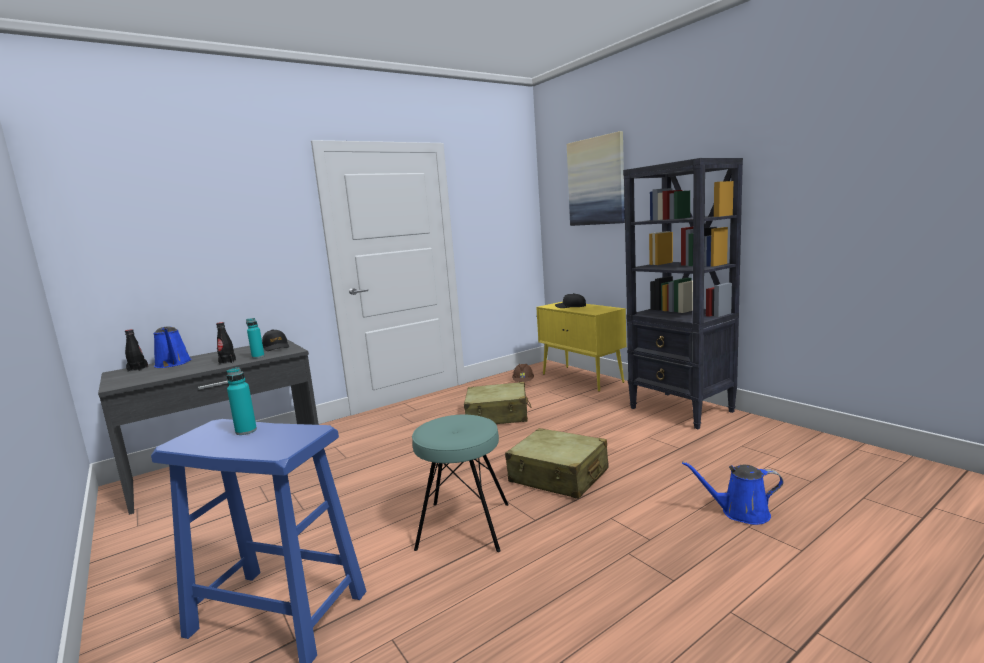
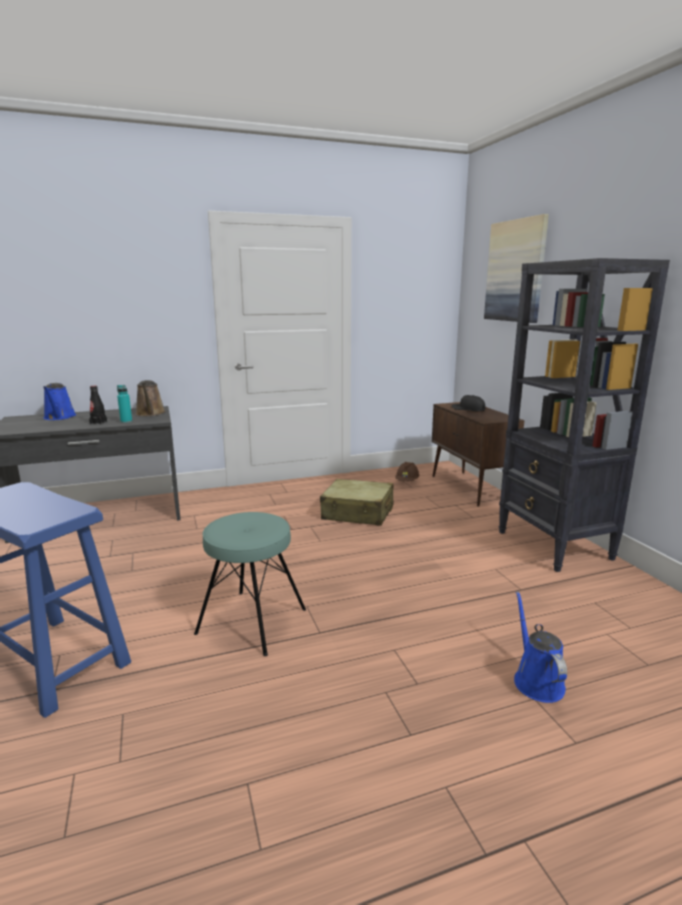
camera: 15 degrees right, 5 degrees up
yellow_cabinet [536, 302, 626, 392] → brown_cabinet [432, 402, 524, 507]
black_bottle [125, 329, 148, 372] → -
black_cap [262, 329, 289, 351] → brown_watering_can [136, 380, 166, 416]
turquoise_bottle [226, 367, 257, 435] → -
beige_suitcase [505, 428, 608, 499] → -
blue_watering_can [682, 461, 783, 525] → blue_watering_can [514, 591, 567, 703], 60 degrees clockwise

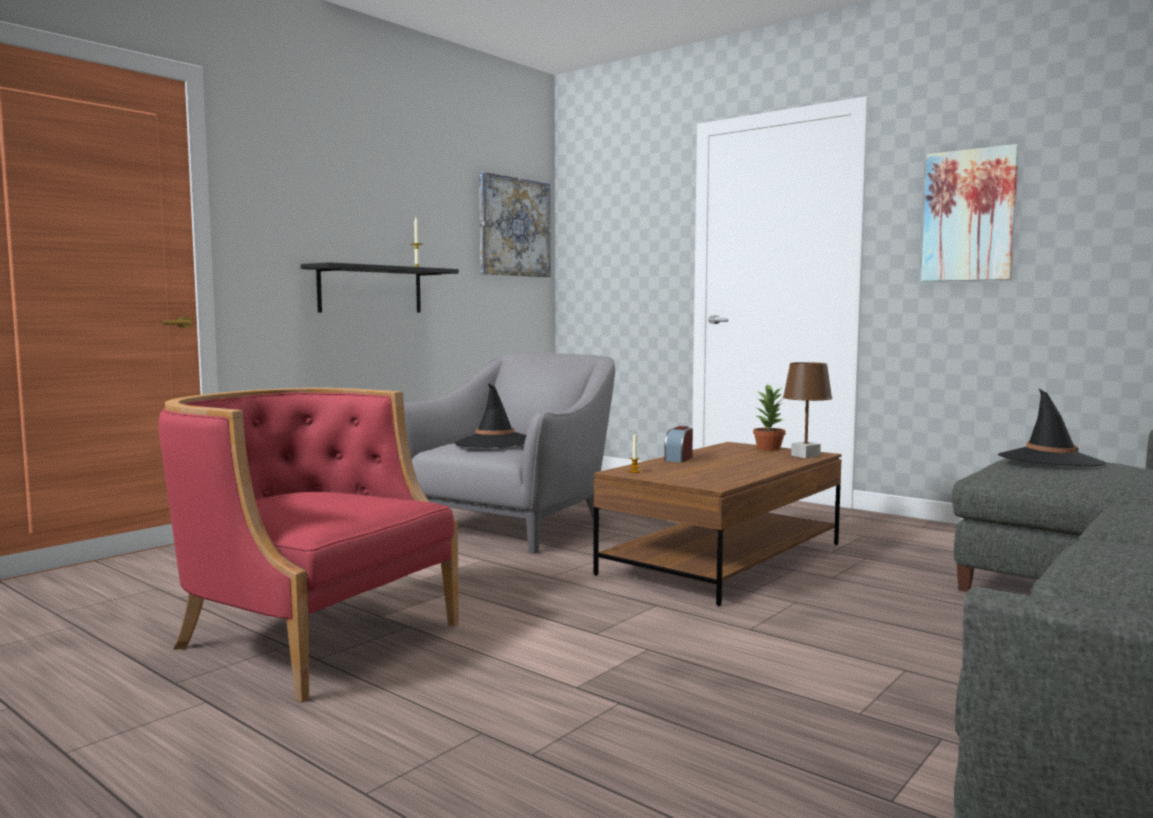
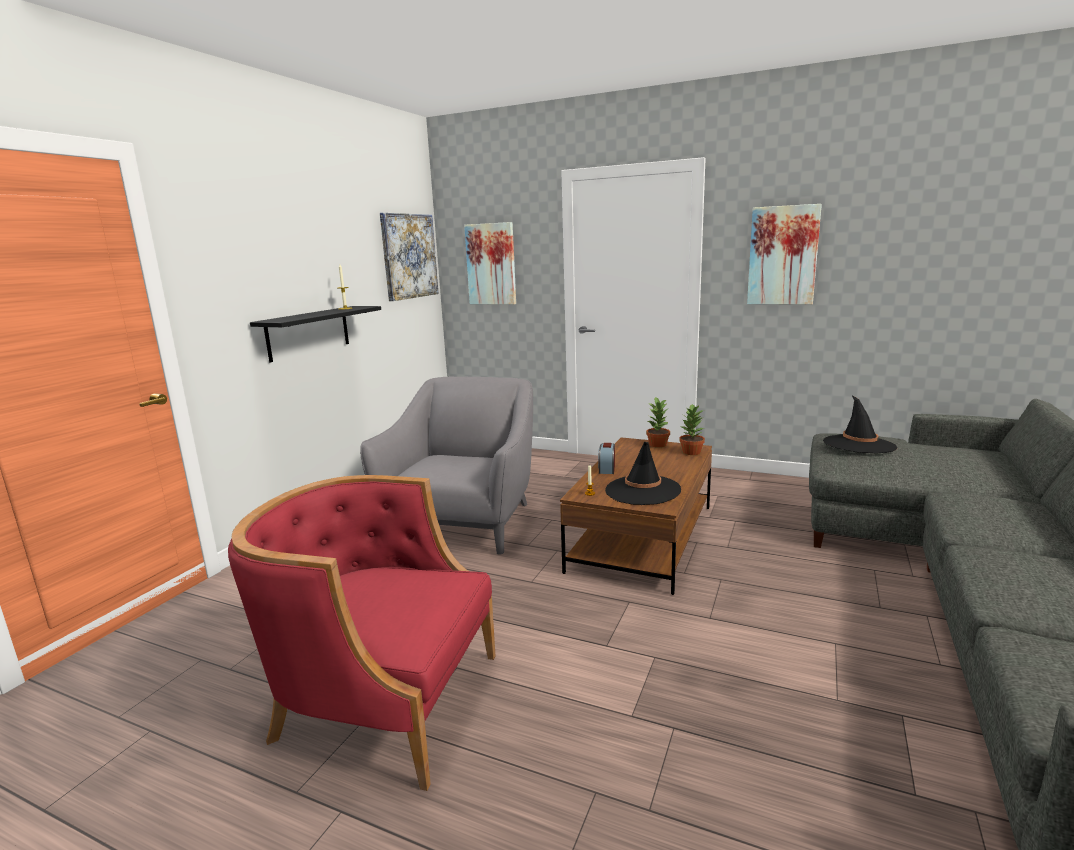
camera: 15 degrees left, 10 degrees up
brown_table_lamp [783, 362, 832, 458] → potted_plant [679, 404, 705, 455]
black_hat [455, 383, 526, 448] → black_hat [605, 442, 681, 505], relocated
- → picture [464, 222, 516, 304]

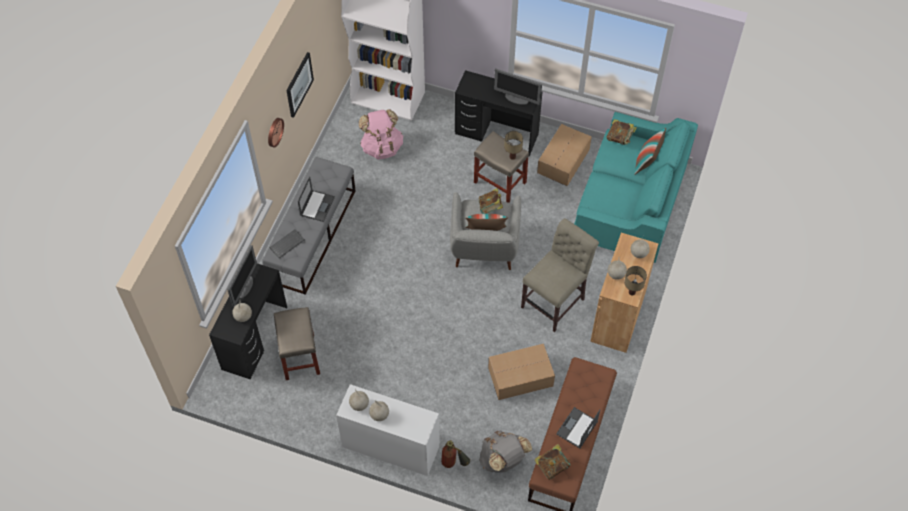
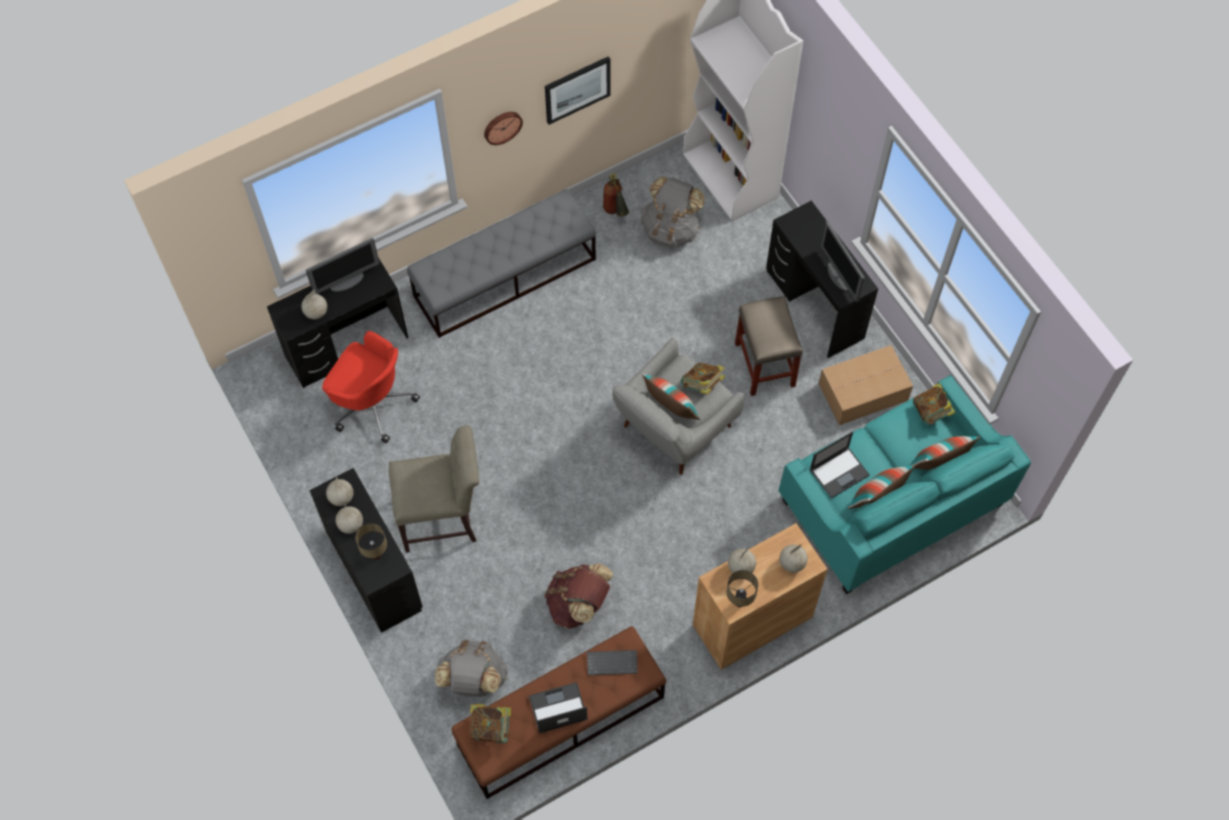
camera: 40 degrees right, 5 degrees up
pink_backpack [359, 110, 403, 159] → grey_backpack [641, 176, 705, 249]
table_lamp [504, 131, 523, 160] → table_lamp [355, 523, 387, 560], relocated
laptop [298, 176, 335, 222] → laptop [810, 431, 870, 499], relocated
beige_chair [521, 218, 599, 332] → beige_chair [389, 425, 479, 553], relocated
keyboard [270, 230, 305, 258] → keyboard [587, 650, 638, 675], relocated
beige_stool [274, 307, 320, 380] → red_office_chair [322, 331, 420, 443]
cardboard_box [488, 343, 555, 400] → brown_backpack [544, 563, 613, 629]
white_desk [336, 384, 440, 476] → black_desk [309, 468, 423, 633]
fire_extinguisher [441, 440, 470, 468] → fire_extinguisher [603, 173, 629, 217], relocated
- → pillow [848, 465, 915, 509]

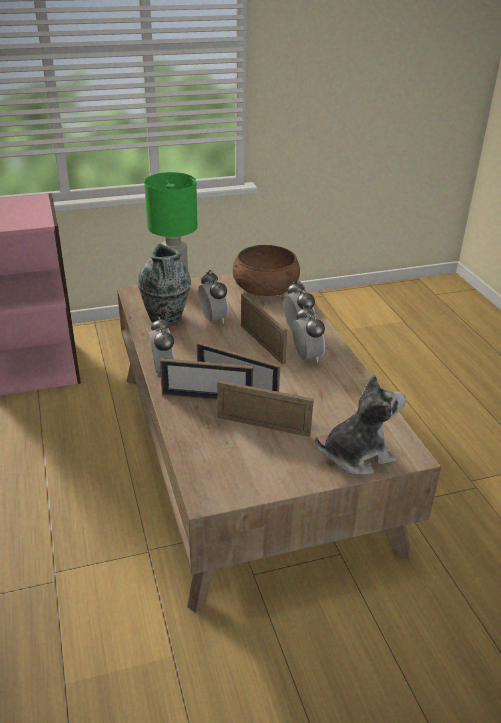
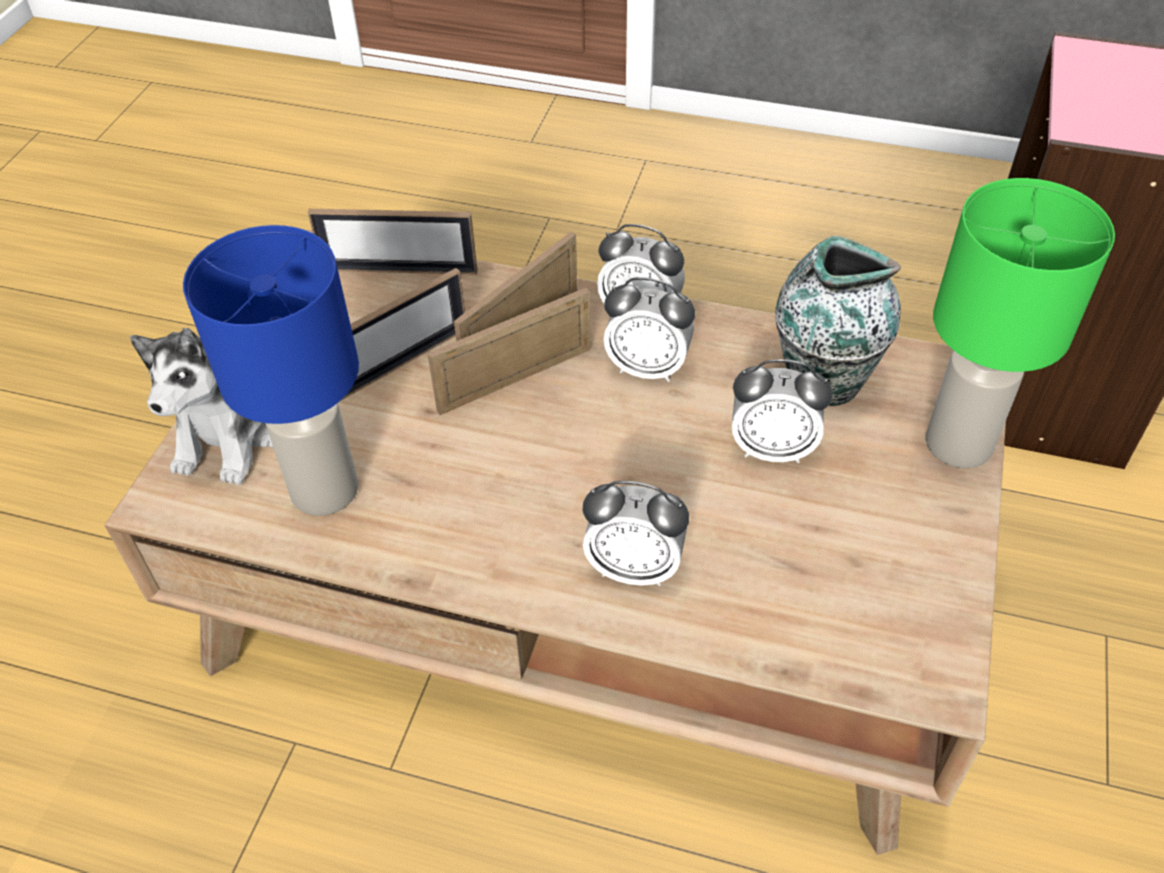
camera: 125 degrees right, 15 degrees up
brown_bowl [233, 245, 300, 296] → -
picture_frame [241, 293, 287, 365] → picture_frame [308, 209, 478, 275], relocated
alarm_clock [292, 305, 325, 363] → alarm_clock [603, 277, 695, 382], relocated
- → blue_table_lamp [183, 225, 359, 516]

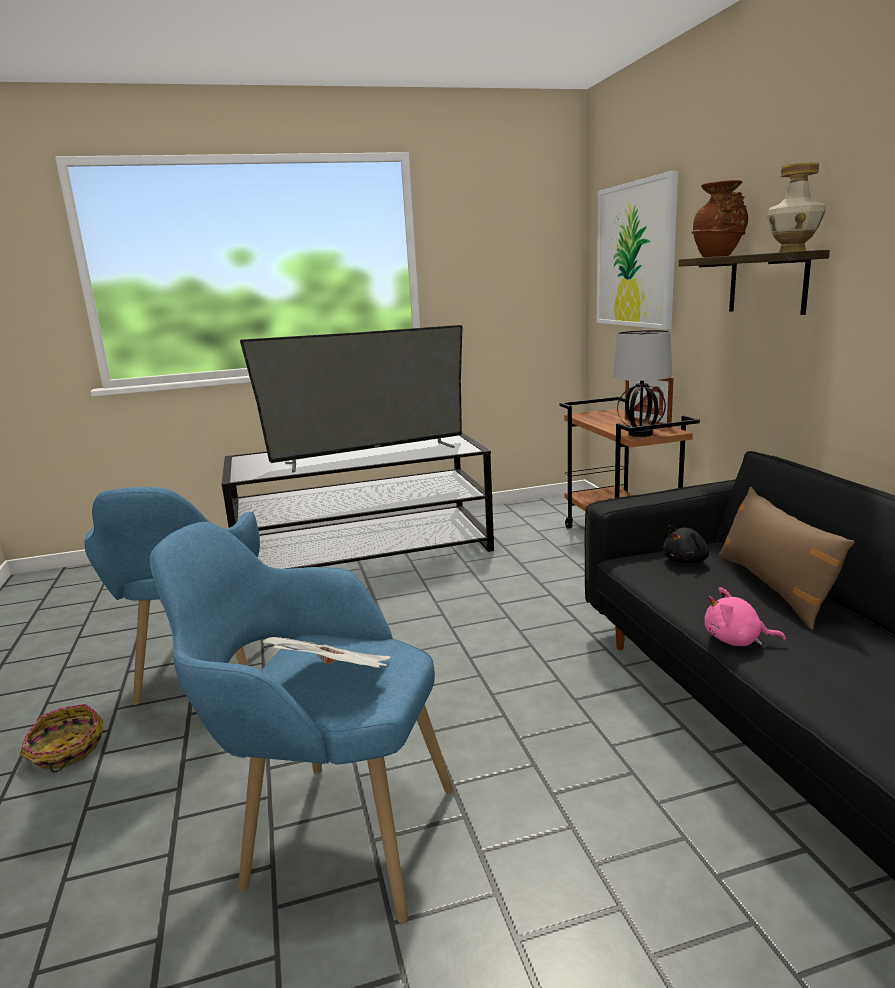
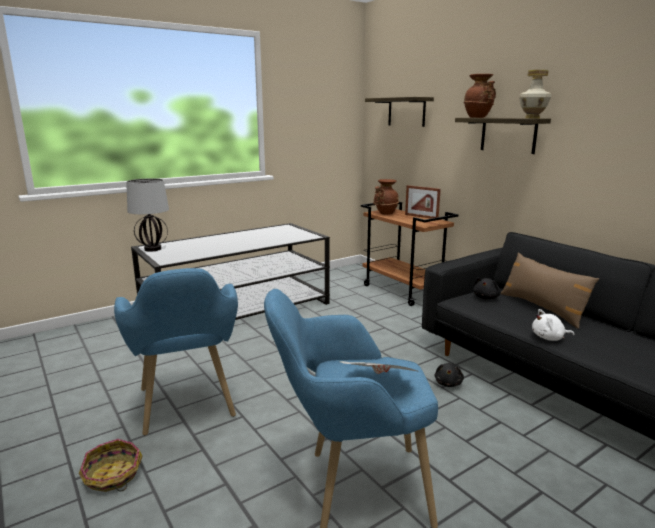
camera: 20 degrees left, 0 degrees up
picture [597, 171, 678, 329] → shelf [365, 97, 434, 127]
television [240, 325, 463, 473] → -
table_lamp [613, 330, 672, 437] → table_lamp [126, 178, 169, 252], relocated
pink_plush_toy [704, 587, 786, 646] → white_plush_toy [532, 309, 574, 341]
- → brown_vase [373, 179, 399, 215]
- → black_plush_toy [435, 363, 464, 387]

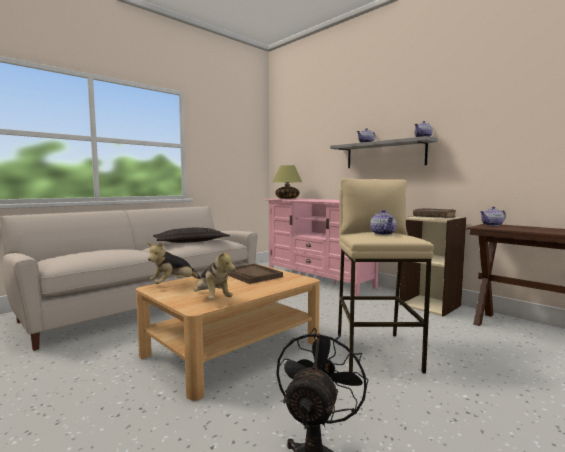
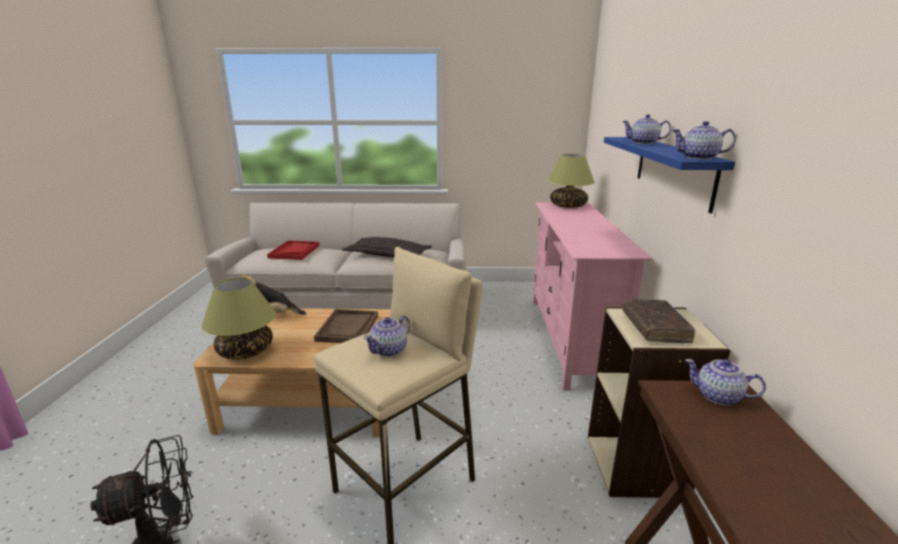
camera: 45 degrees right, 15 degrees up
grey_shelf [330, 136, 438, 168] → blue_shelf [604, 137, 735, 214]
plush_toy [193, 249, 236, 299] → table_lamp [202, 278, 276, 360]
- → red_tray [267, 240, 320, 260]

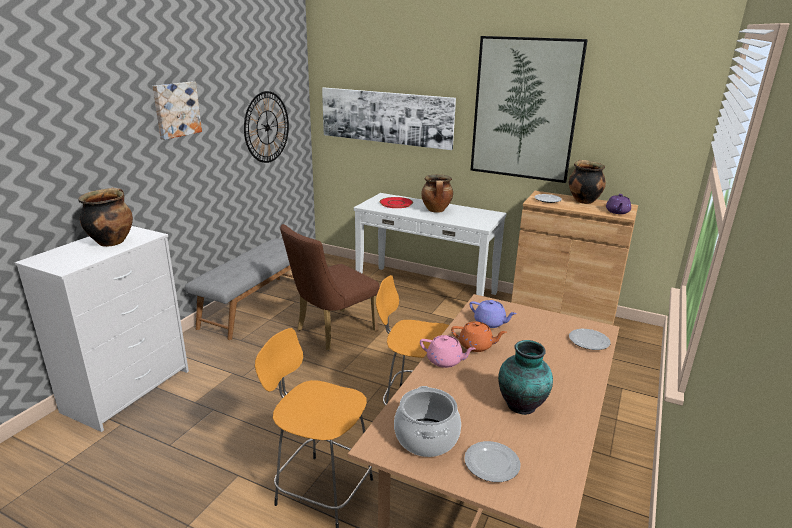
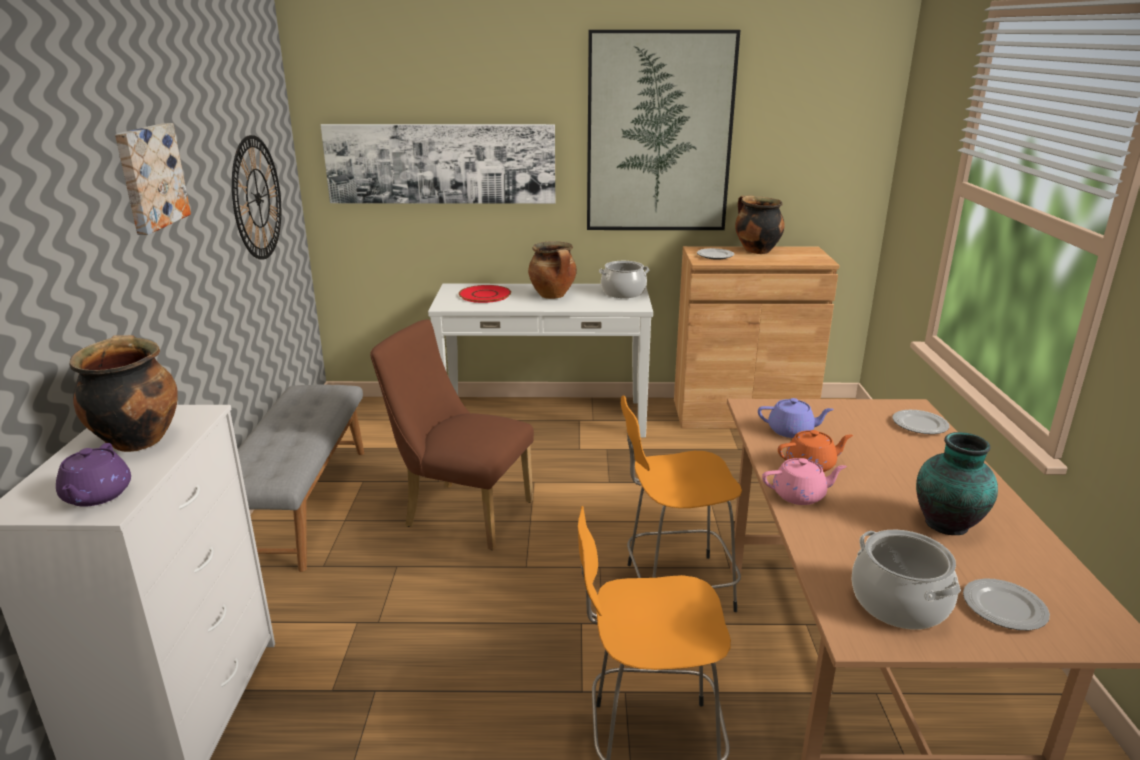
camera: 25 degrees left, 0 degrees up
purple_teapot [606, 194, 631, 214] → purple_teapot [56, 443, 131, 507], relocated
brown_chair [280, 224, 380, 351] → brown_chair [370, 319, 534, 550], 90 degrees clockwise
- → cooking_pot [599, 261, 649, 298]

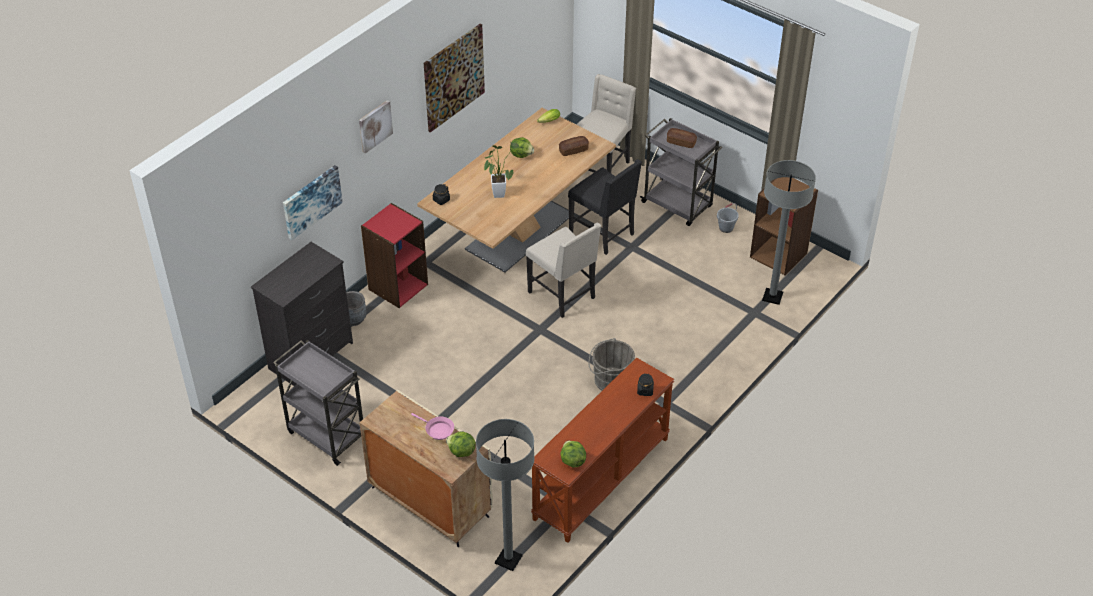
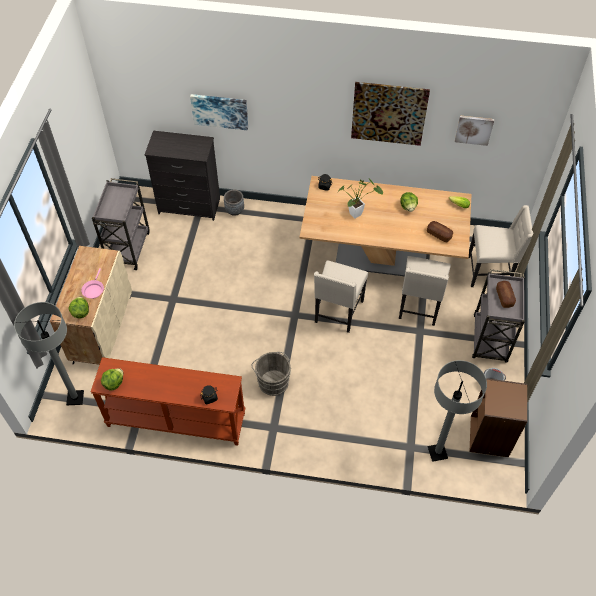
camera: 60 degrees right, 10 degrees up
picture [359, 100, 393, 153] → picture [455, 116, 494, 146], relocated
black_chair [568, 159, 642, 255] → beige_chair [399, 256, 451, 326]
red_bookcase [361, 203, 428, 308] → -

